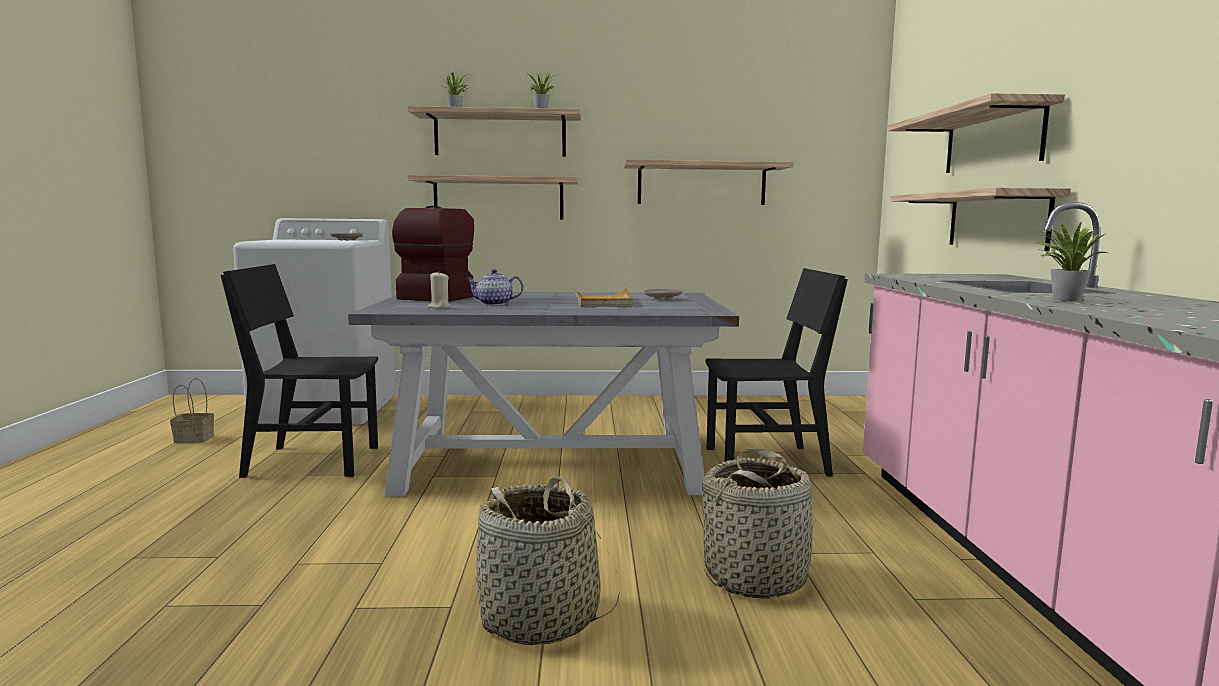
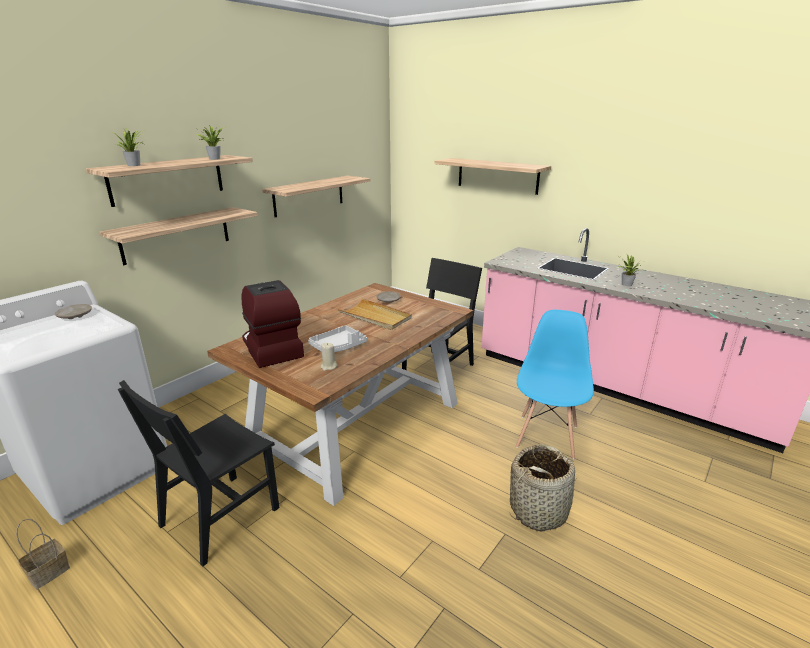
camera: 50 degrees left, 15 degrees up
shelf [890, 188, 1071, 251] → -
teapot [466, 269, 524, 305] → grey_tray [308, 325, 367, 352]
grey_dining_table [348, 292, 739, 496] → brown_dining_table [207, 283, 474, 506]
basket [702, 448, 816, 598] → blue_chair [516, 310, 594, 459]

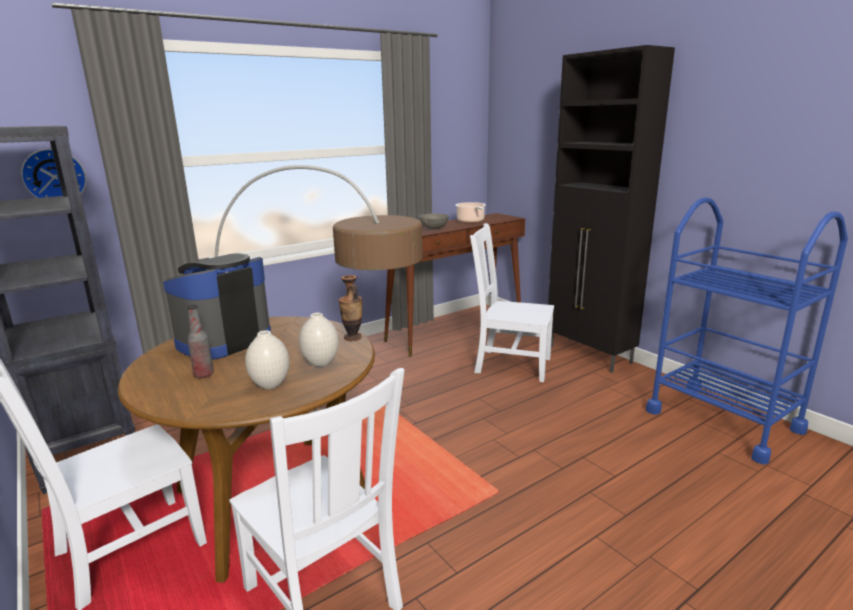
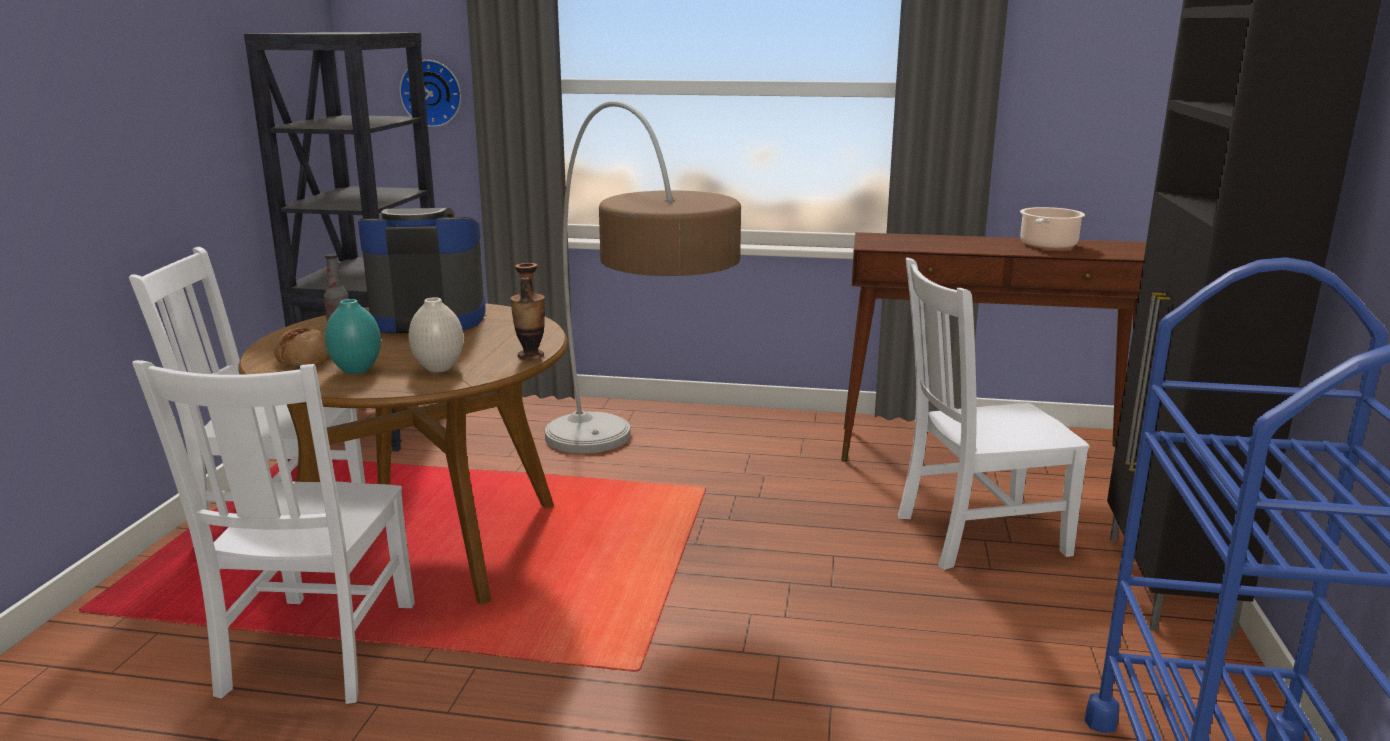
camera: 45 degrees right, 0 degrees up
grey_bowl [420, 213, 449, 229] → -
white_chair [470, 223, 554, 382] → white_chair [898, 258, 1090, 570], 75 degrees counterclockwise
white_vase [245, 330, 289, 389] → turquoise_vase [325, 299, 381, 374]
- → bread [274, 327, 330, 367]

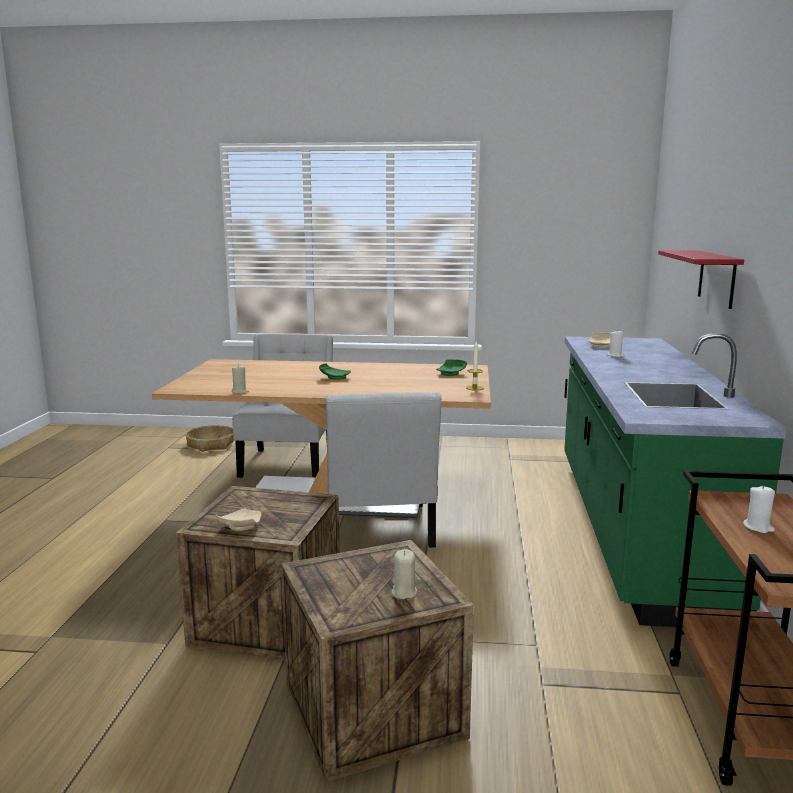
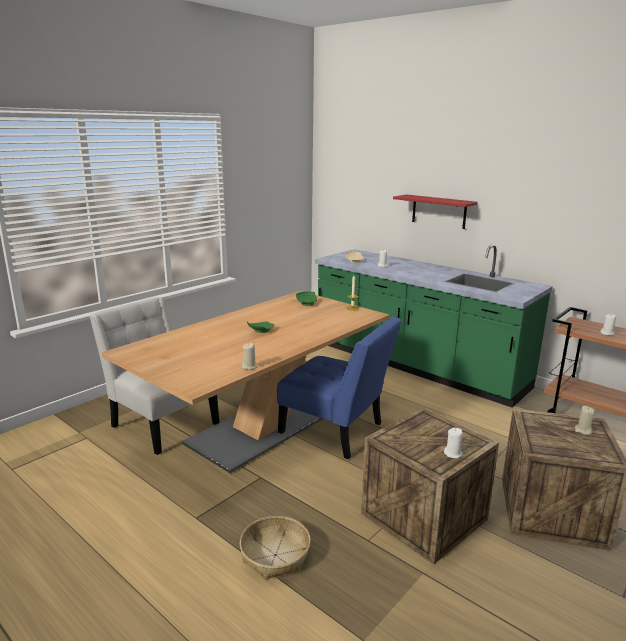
camera: 55 degrees left, 5 degrees up
white_chair [326, 392, 442, 548] → blue_chair [277, 317, 402, 459]
basket [185, 425, 234, 452] → basket [240, 516, 311, 580], relocated
beige_plate [216, 509, 262, 531] → white_candle [444, 428, 463, 458]

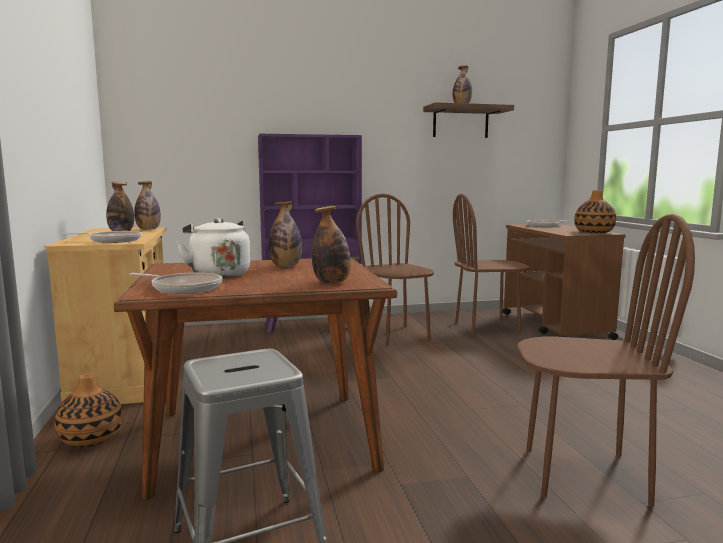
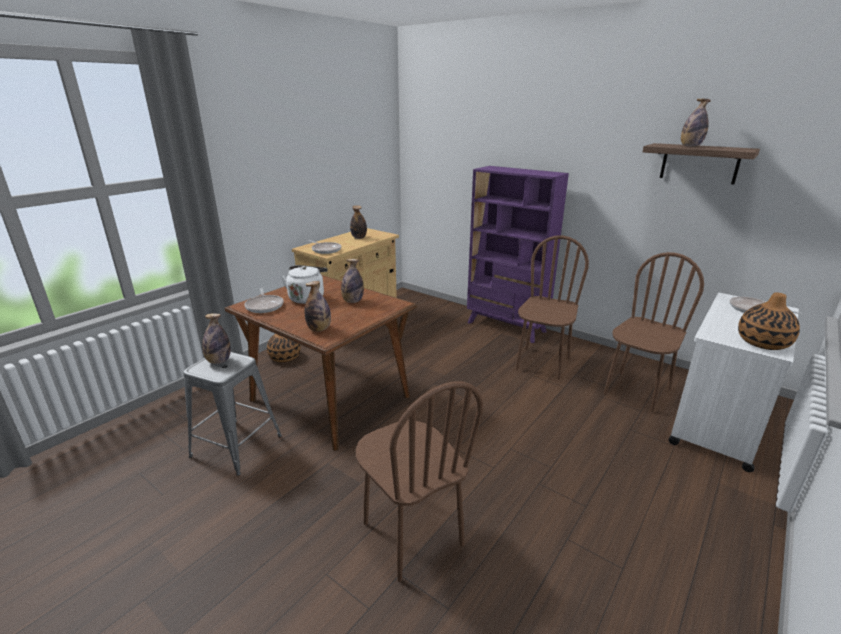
camera: 50 degrees right, 15 degrees up
bottle [134, 181, 161, 230] → bottle [202, 313, 231, 364], relocated
brown_chair [453, 194, 529, 337] → brown_chair [604, 252, 704, 412], 90 degrees clockwise
brown_cart [503, 224, 626, 340] → white_cart [668, 293, 799, 472]

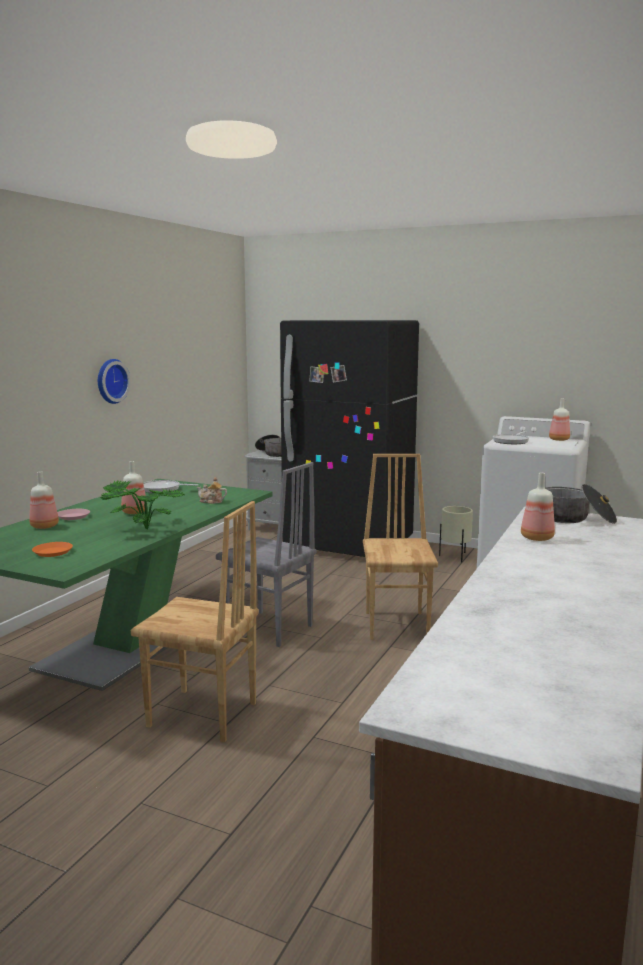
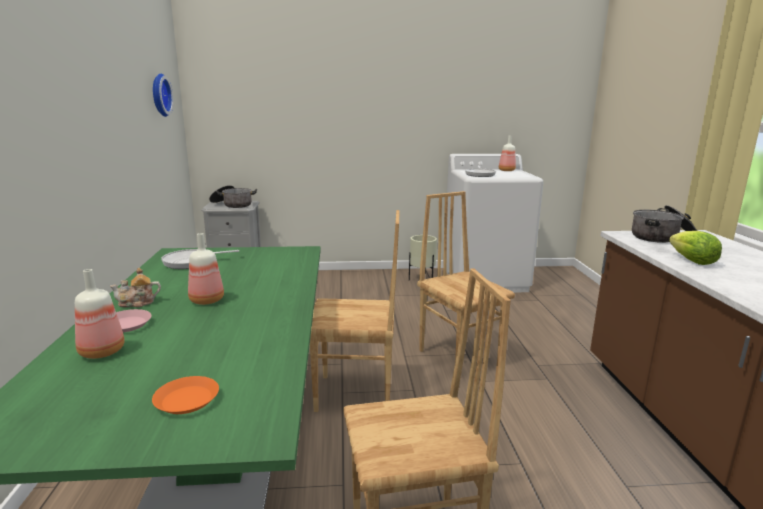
camera: 30 degrees left, 5 degrees up
black_fridge [280, 320, 419, 557] → -
wall_clock [98, 359, 131, 404] → wall_clock [153, 74, 173, 117], relocated
grey_chair [216, 462, 316, 647] → brown_chair [310, 210, 400, 412]
bottle [521, 473, 555, 541] → lettuce [669, 231, 722, 265]
teapot [197, 477, 227, 504] → teapot [110, 268, 161, 307], relocated
potted_plant [101, 480, 184, 530] → -

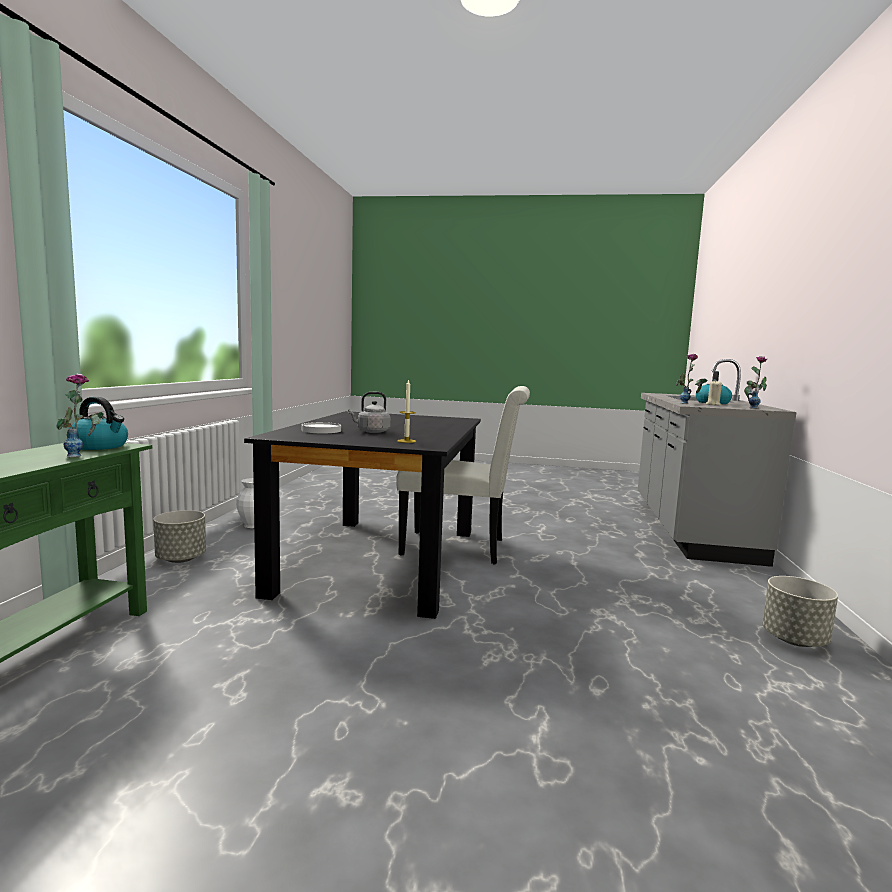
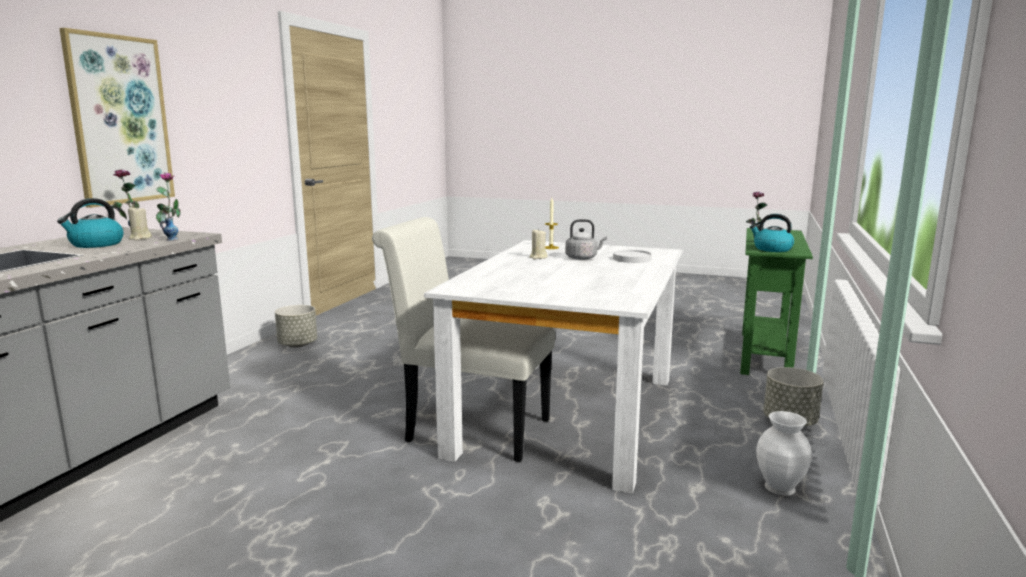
camera: 170 degrees left, 5 degrees up
black_dining_table [244, 411, 481, 619] → white_dining_table [424, 240, 683, 494]
- → picture [59, 28, 175, 208]
- → beige_candle [529, 228, 548, 259]

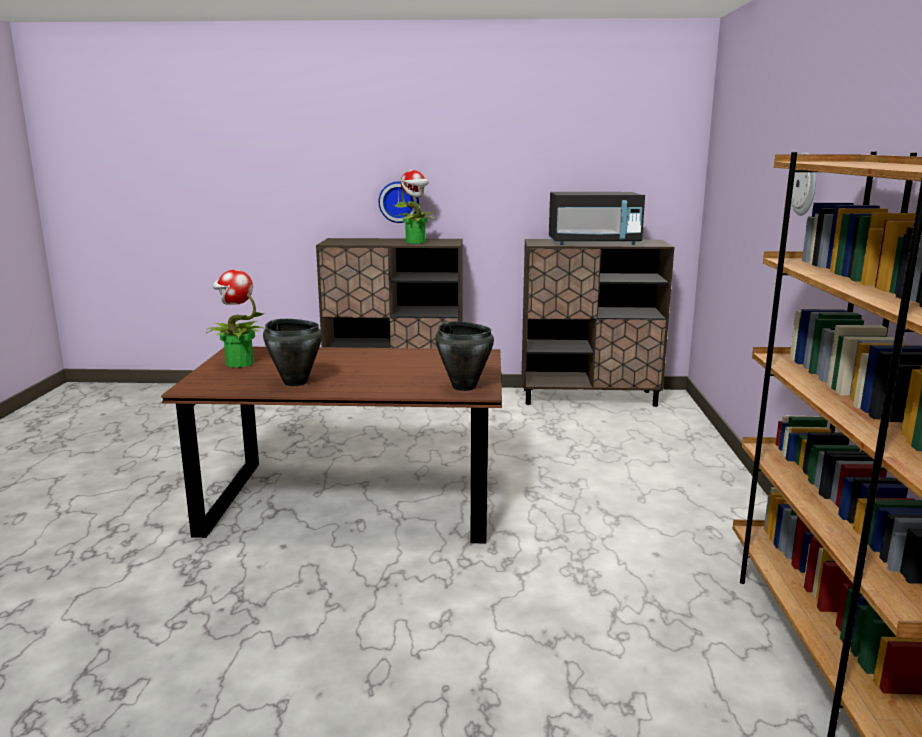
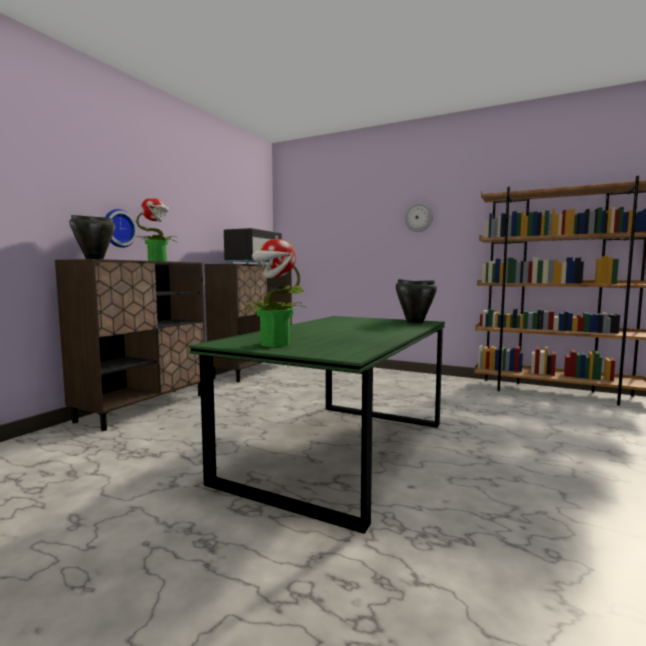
camera: 65 degrees left, 10 degrees down
black_cooking_pot [263, 319, 322, 386] → black_cooking_pot [69, 215, 115, 259], relocated
brown_dining_table [161, 347, 502, 544] → green_dining_table [189, 316, 445, 534]

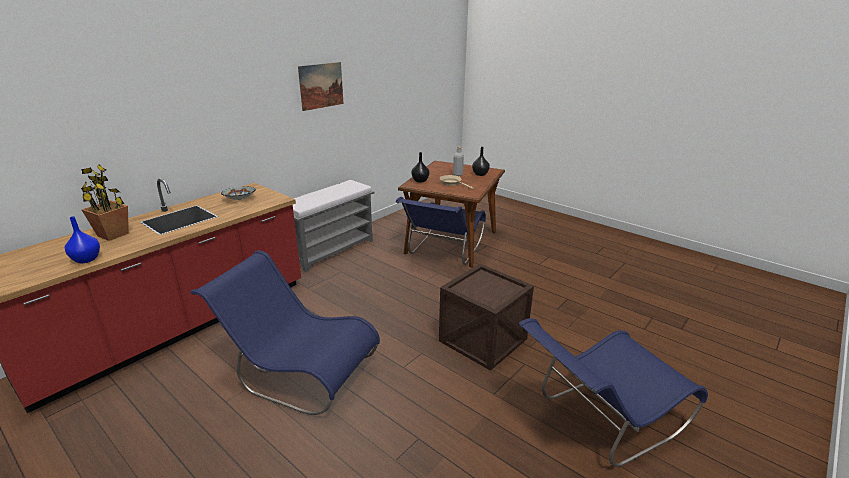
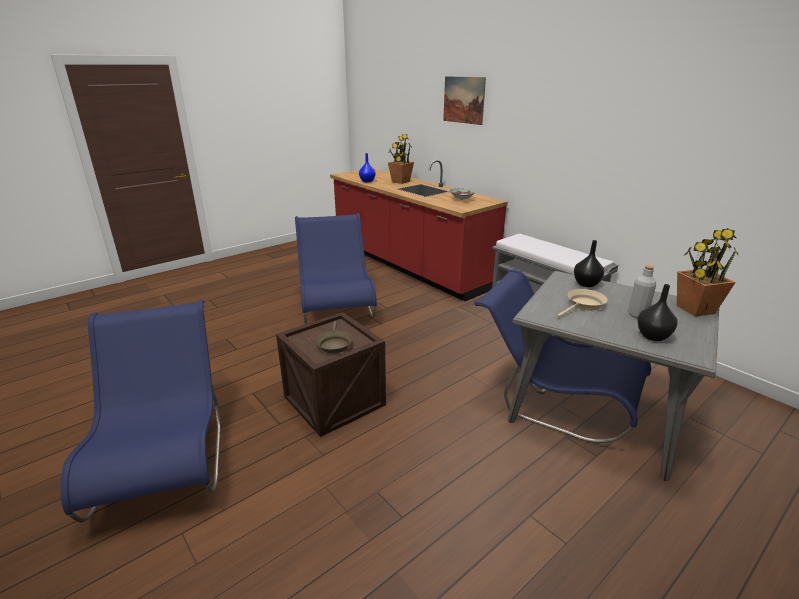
camera: 100 degrees right, 0 degrees up
picture [298, 62, 344, 111] → picture [443, 76, 486, 125], relocated
brown_dining_table [398, 161, 505, 268] → grey_dining_table [508, 271, 719, 481]
blue_chair [191, 250, 380, 415] → blue_chair [295, 213, 377, 324], 45 degrees counterclockwise
- → potted_plant [677, 228, 739, 317]
- → brown_frying_pan [316, 321, 352, 354]

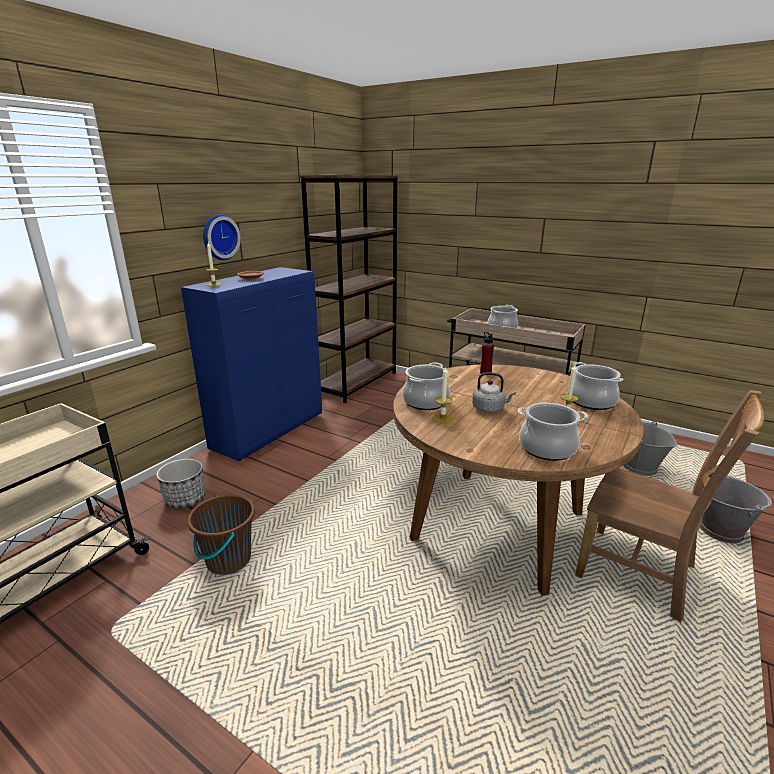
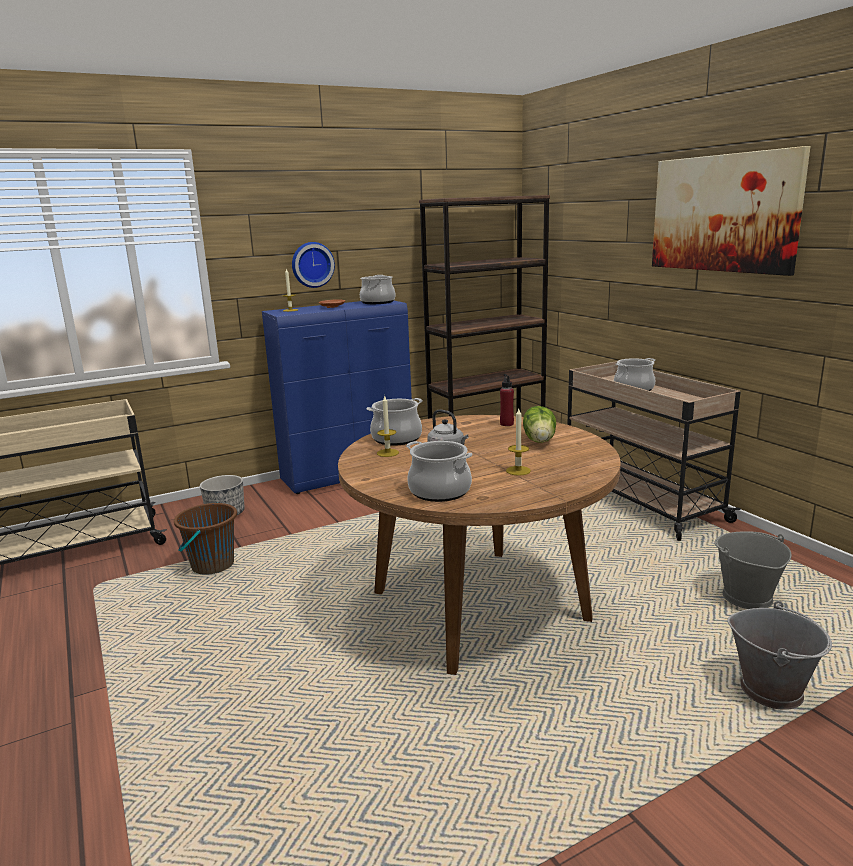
camera: 30 degrees right, 5 degrees down
cooking_pot [572, 362, 624, 410] → cooking_pot [360, 275, 395, 304], relocated
brown_chair [575, 390, 764, 622] → -
- → picture [652, 146, 811, 276]
- → lettuce [523, 406, 556, 443]

